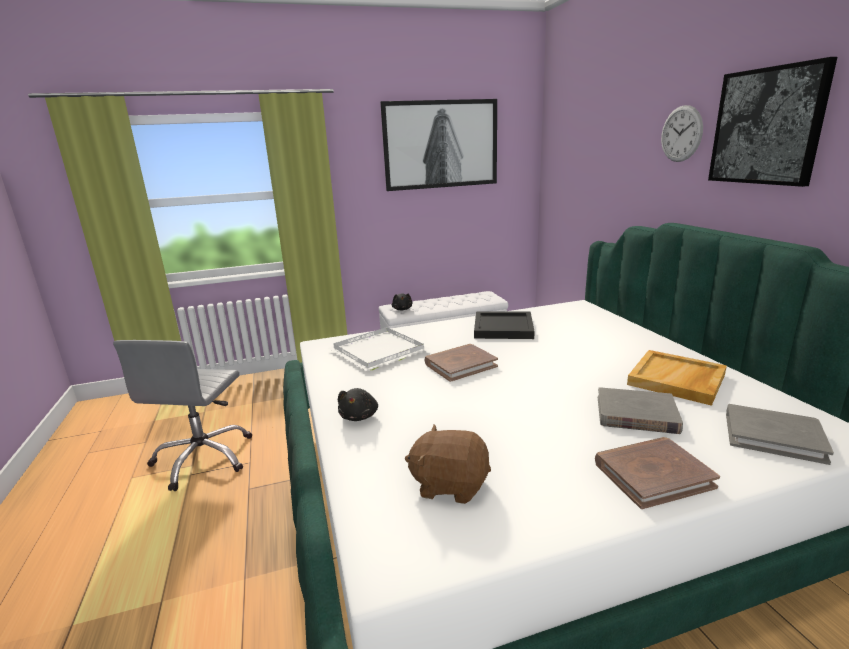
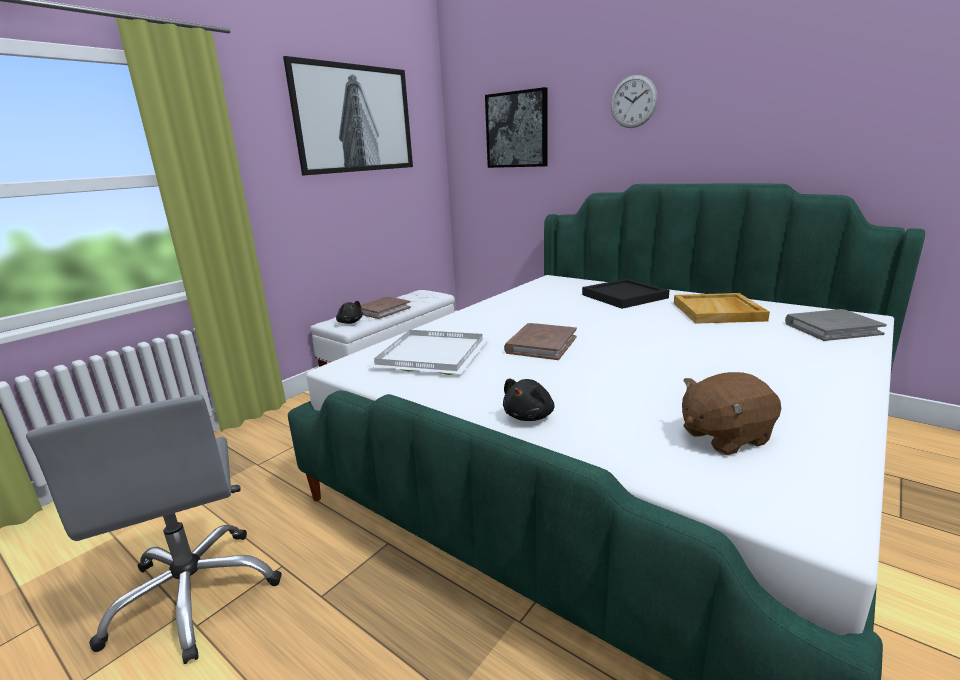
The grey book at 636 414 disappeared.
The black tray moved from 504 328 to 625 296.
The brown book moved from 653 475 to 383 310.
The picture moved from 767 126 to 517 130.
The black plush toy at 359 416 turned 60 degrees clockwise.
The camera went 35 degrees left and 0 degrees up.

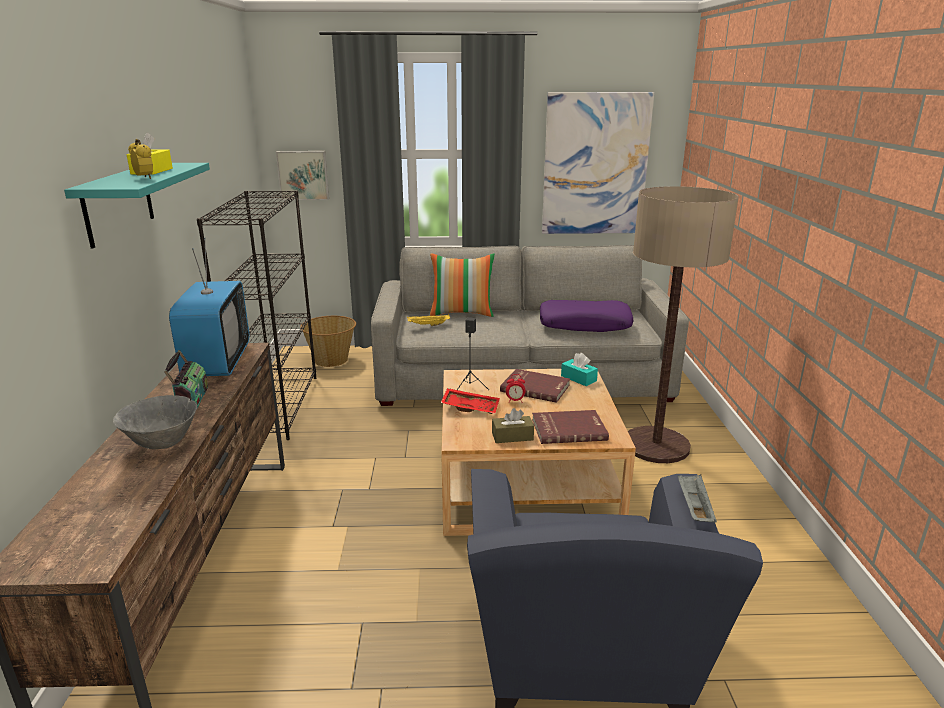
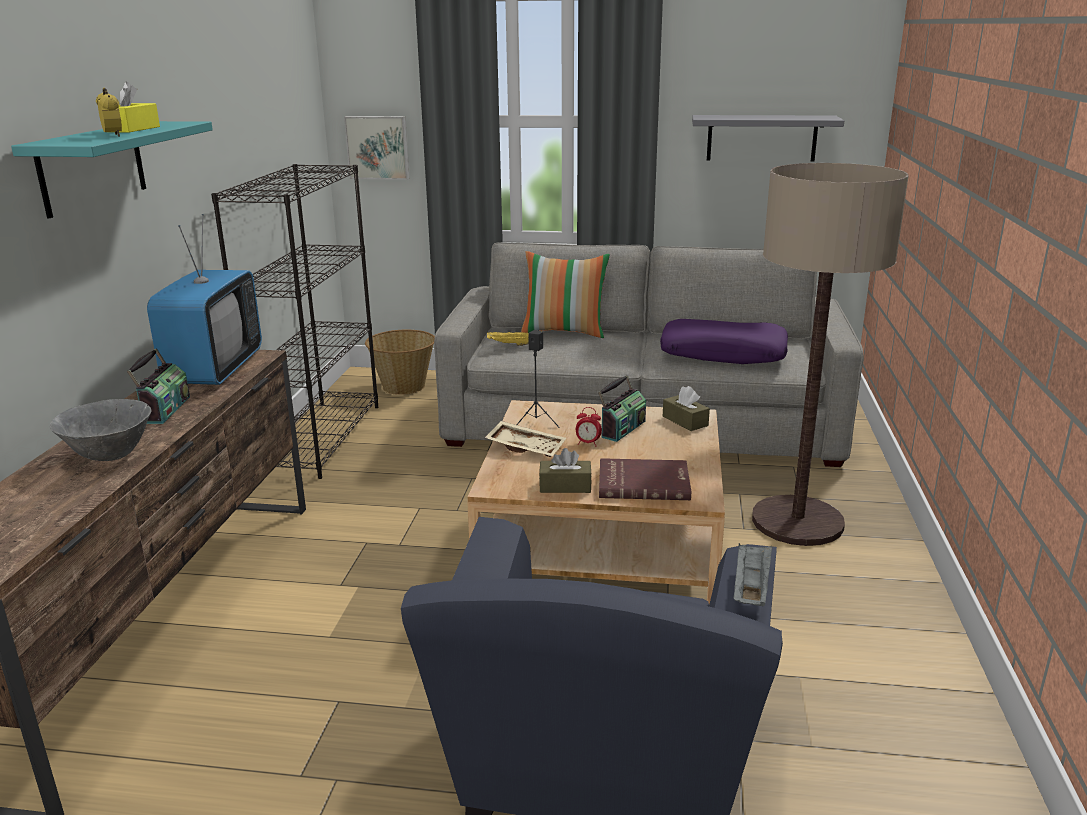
The red book at 535 387 was replaced by the radio at 622 429.
The picture at 595 165 was replaced by the grey shelf at 761 138.
The red tray at 470 407 became the beige tray at 526 447.
The turquoise tissue box at 578 378 became the brown tissue box at 685 421.
The camera went 10 degrees right and 0 degrees up.

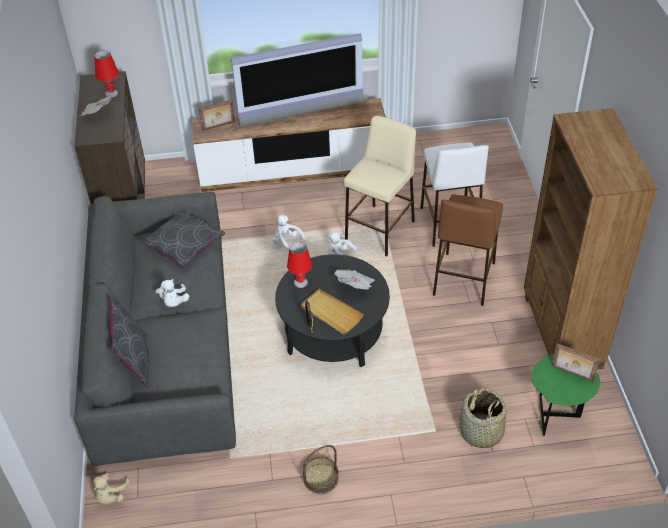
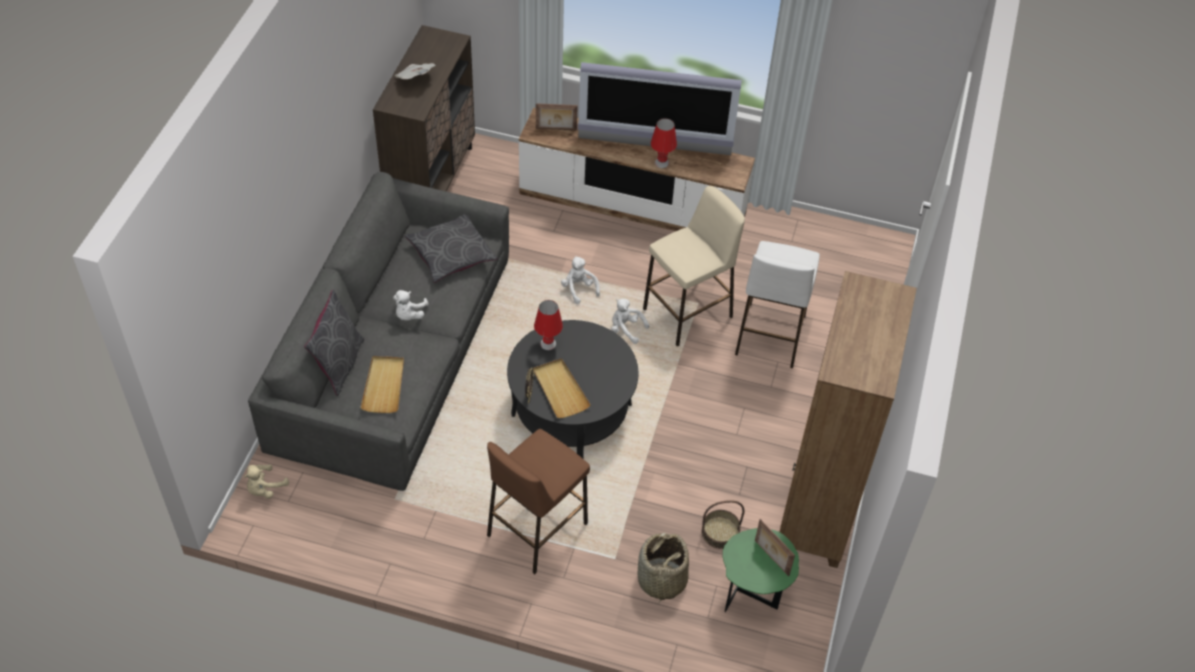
The newspaper at 355 286 disappeared.
The beige tray at 384 385 appeared.
The red table lamp moved from 111 93 to 661 163.
The basket moved from 321 478 to 720 532.
The brown stool moved from 464 279 to 536 530.
The camera went 20 degrees right and 5 degrees up.

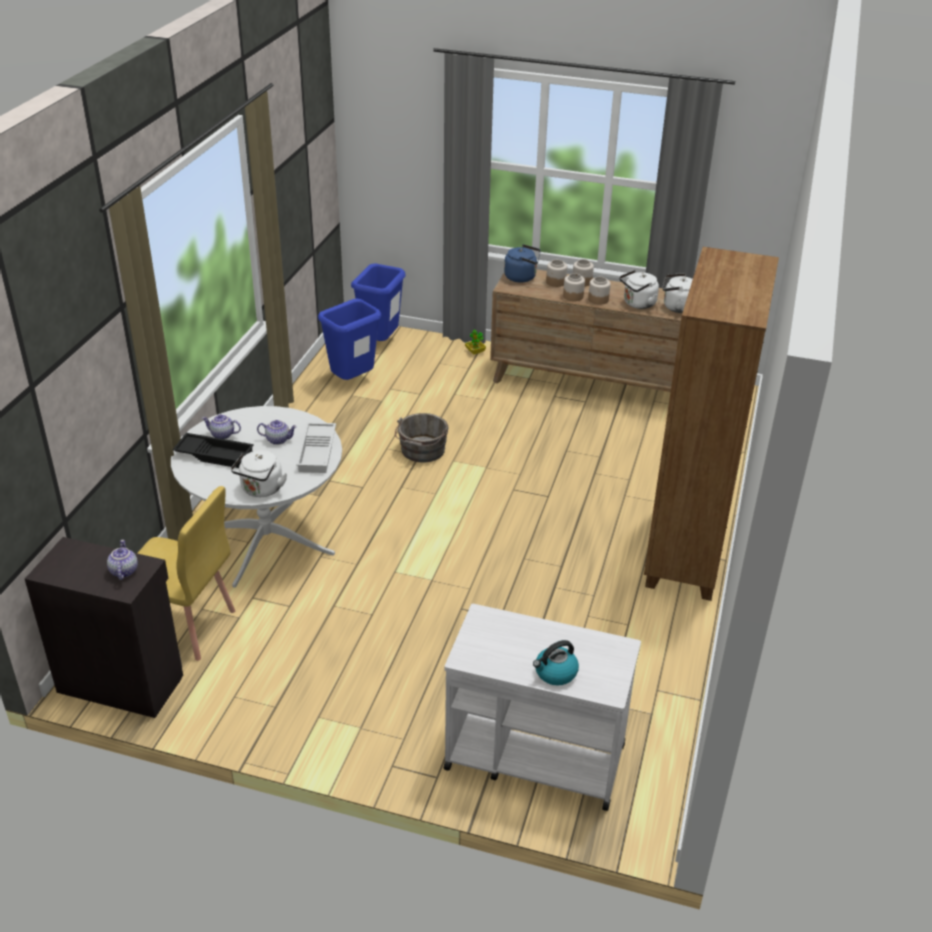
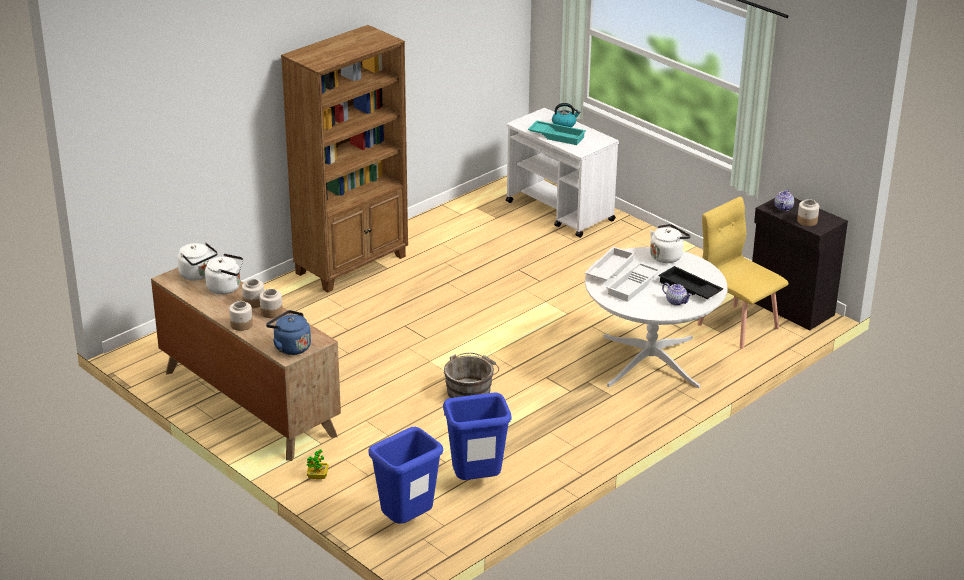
The turquoise tray at 557 136 appeared.
The jar moved from 555 282 to 807 221.
The teapot at 278 439 was replaced by the white tray at 634 286.
The camera went 150 degrees left and 5 degrees down.

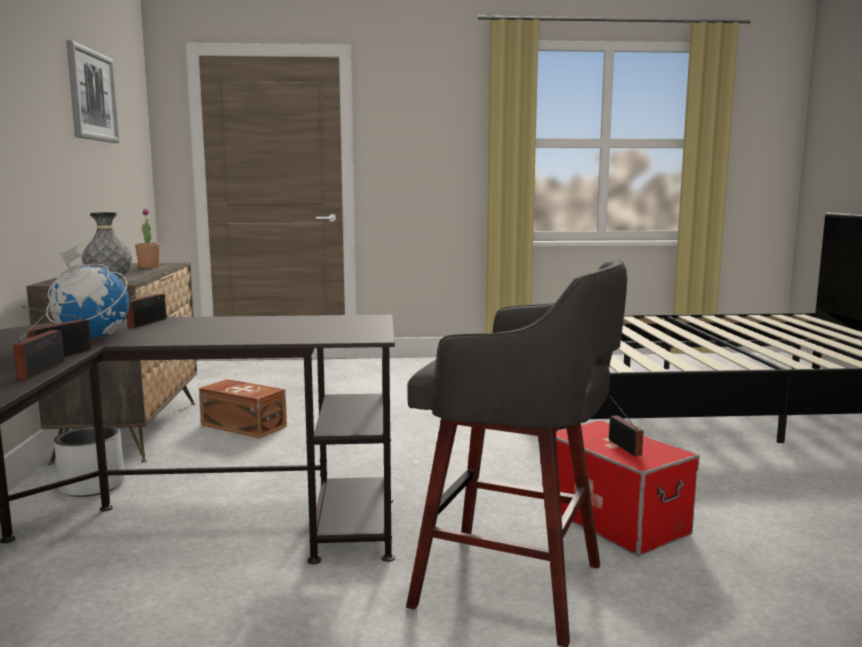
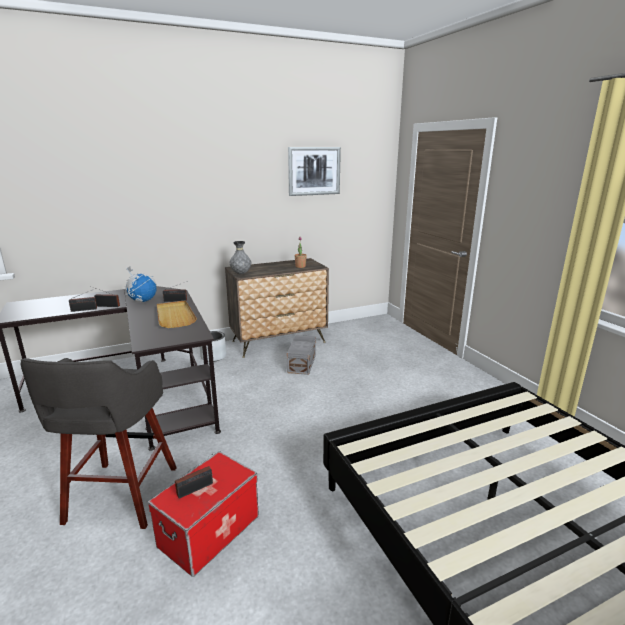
The beige tray at 175 316 appeared.
The brown storage box at 243 425 became the grey storage box at 302 363.
The camera went 70 degrees right and 10 degrees up.

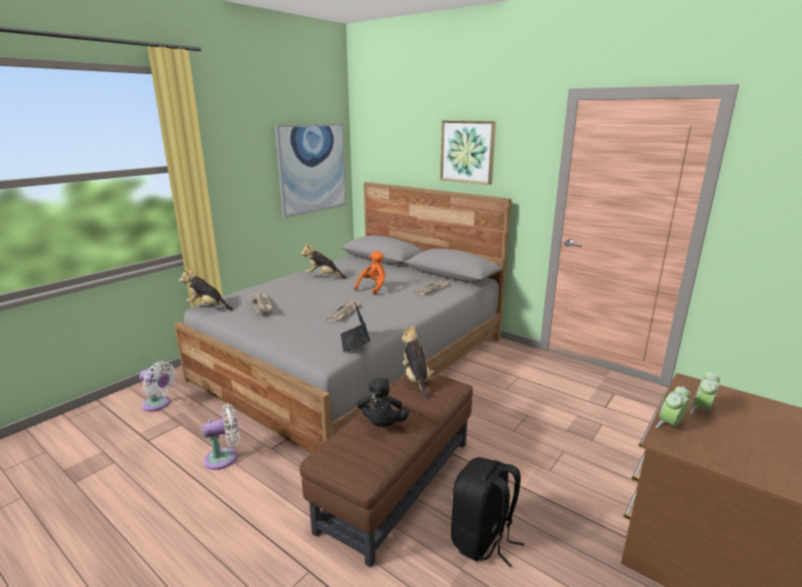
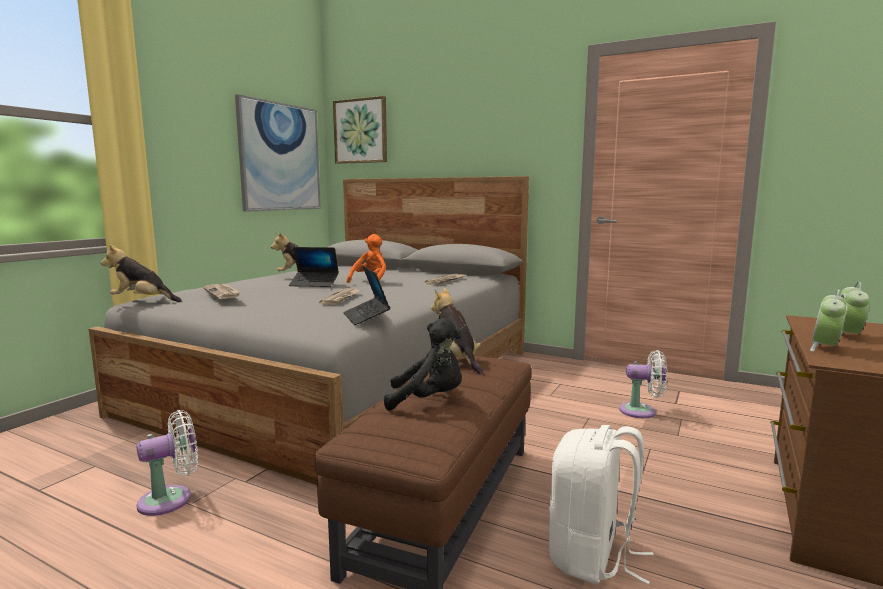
The laptop at 314 284 appeared.
The white fan moved from 158 404 to 641 411.
The picture moved from 467 151 to 361 131.
The black backpack at 482 540 became the white backpack at 592 556.
The black plush toy at 382 424 turned 75 degrees counterclockwise.
The camera went 10 degrees left and 10 degrees down.

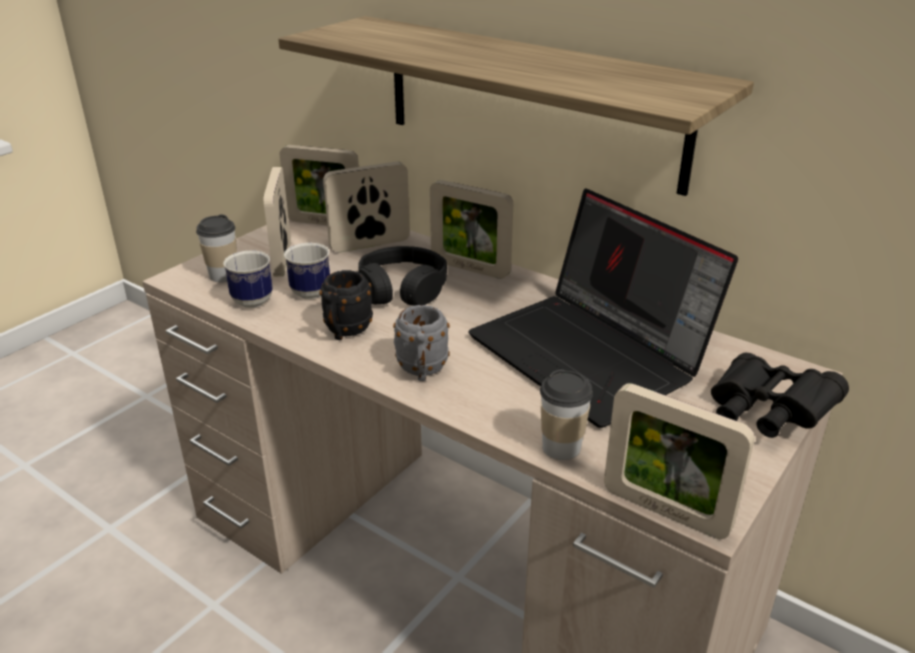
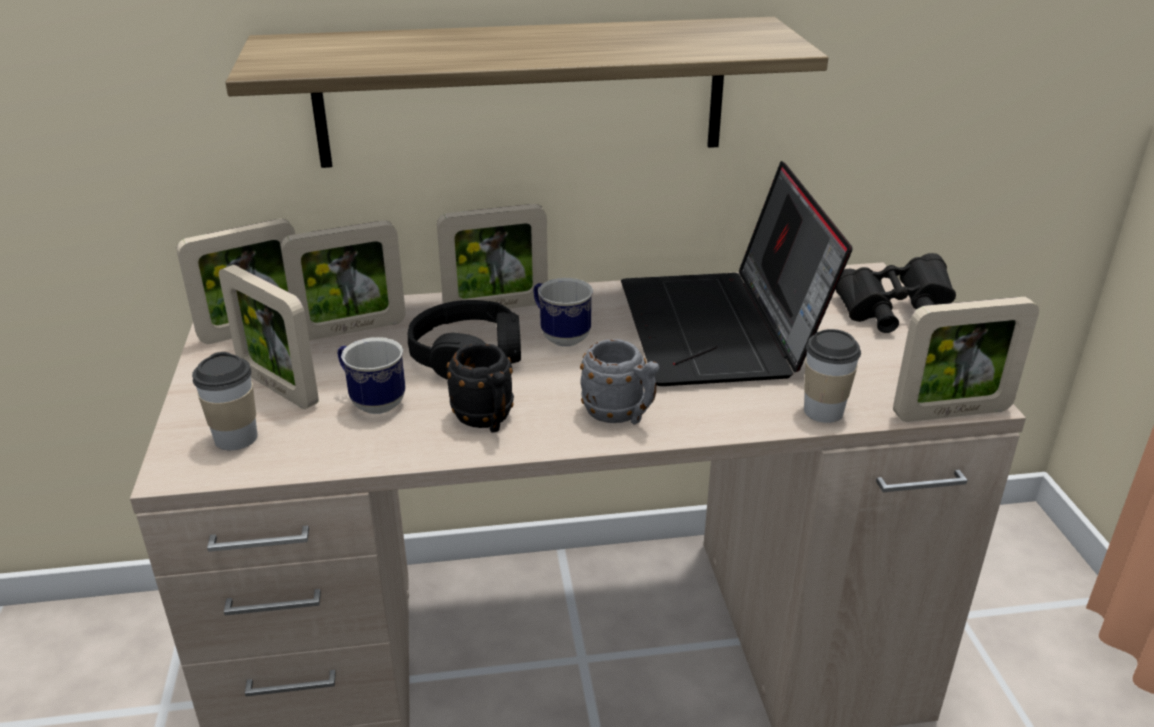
The mug moved from 253 298 to 560 336.
The picture frame at 370 244 turned 135 degrees counterclockwise.
The laptop at 592 355 turned 75 degrees clockwise.
The camera went 45 degrees left and 0 degrees up.

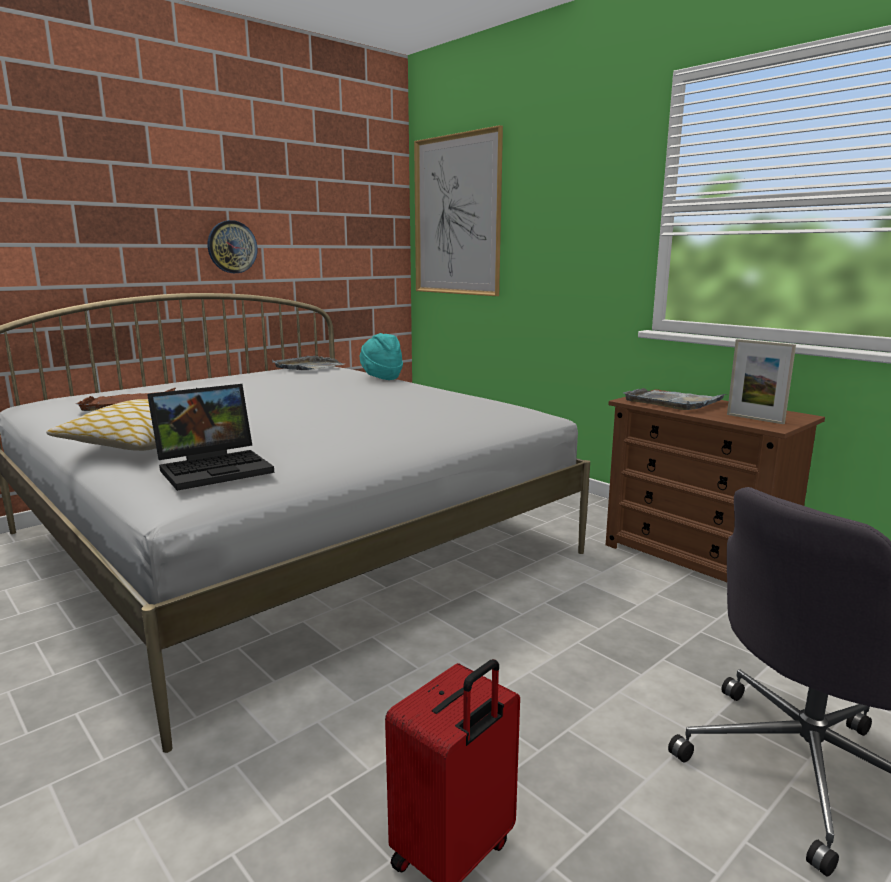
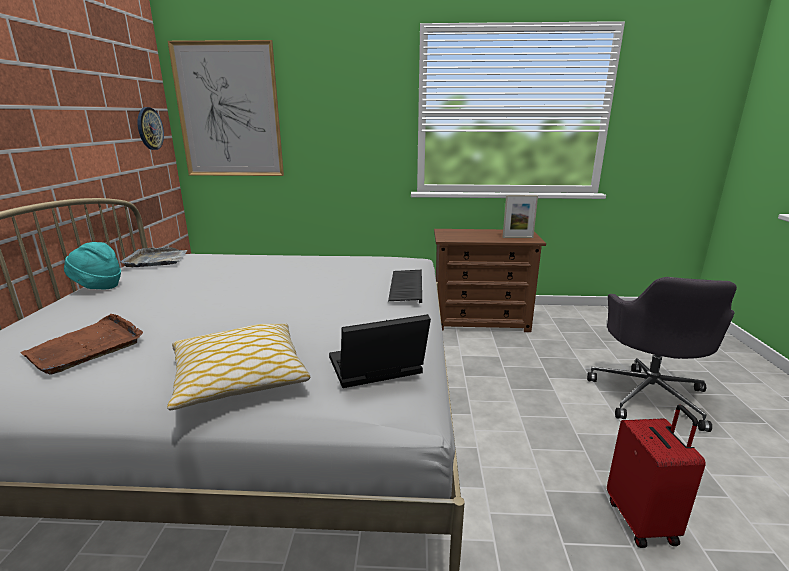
The grey tray at 673 402 disappeared.
The keyboard at 405 286 appeared.
The wall clock moved from 232 247 to 149 128.
The turquoise hat moved from 381 377 to 97 287.
The laptop at 216 468 turned 120 degrees counterclockwise.
The camera went 45 degrees left and 5 degrees up.

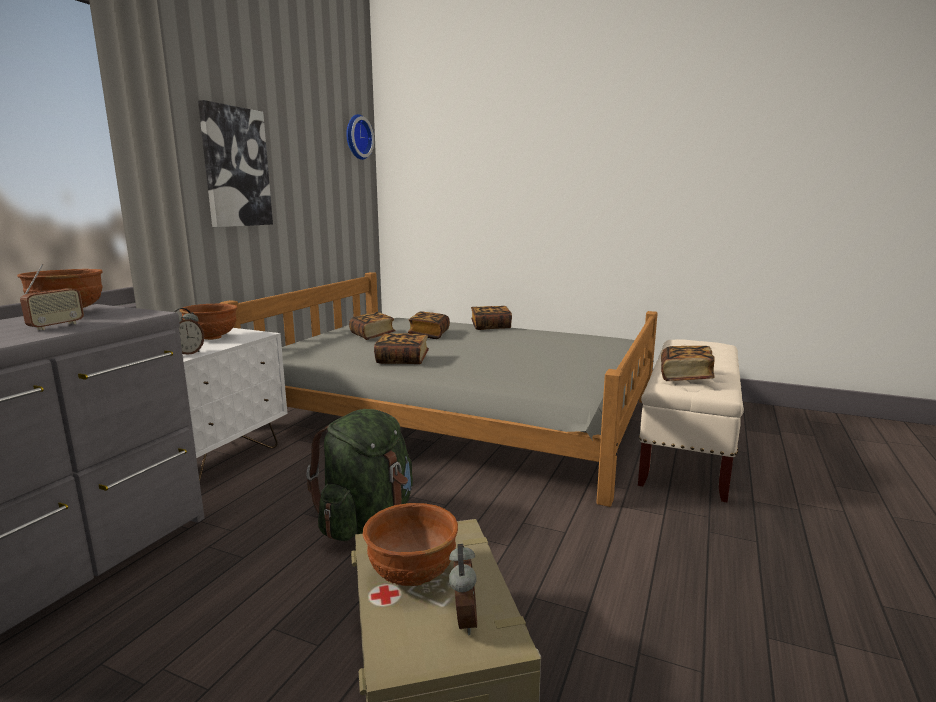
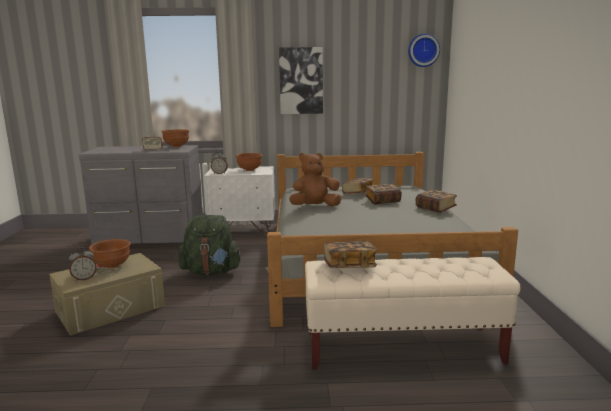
The book at 402 360 was replaced by the brown plush toy at 315 207.
The camera went 65 degrees right and 0 degrees up.

